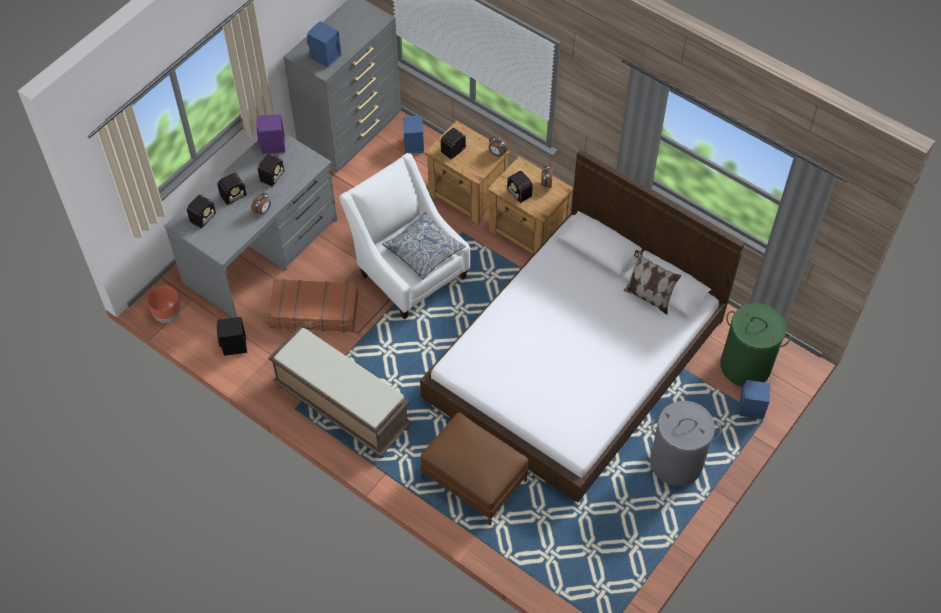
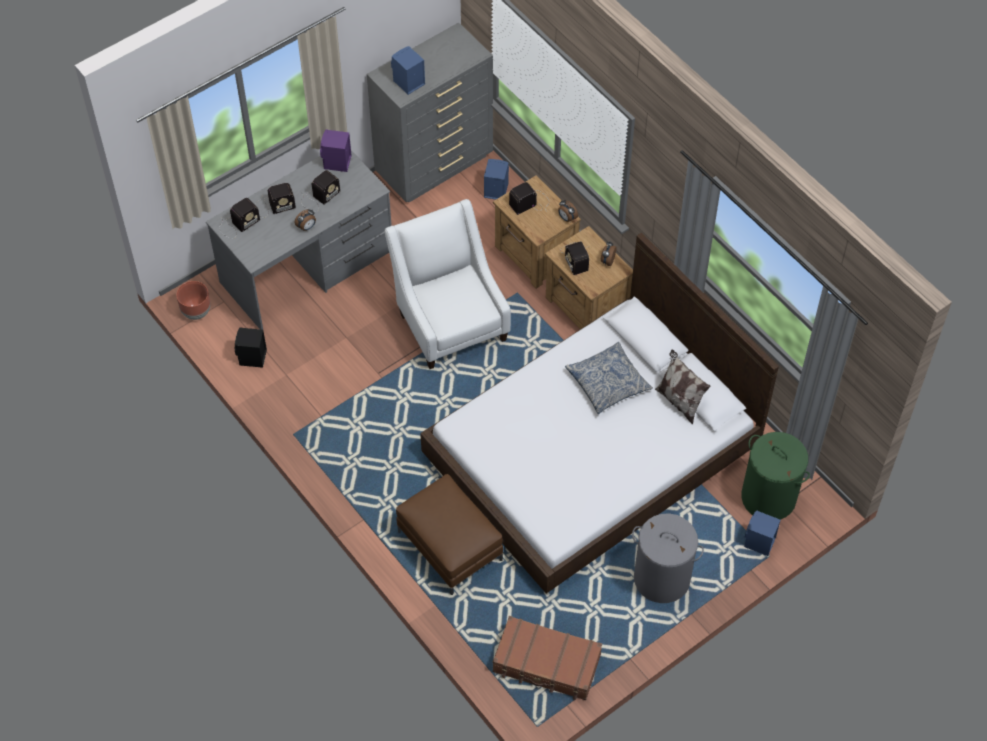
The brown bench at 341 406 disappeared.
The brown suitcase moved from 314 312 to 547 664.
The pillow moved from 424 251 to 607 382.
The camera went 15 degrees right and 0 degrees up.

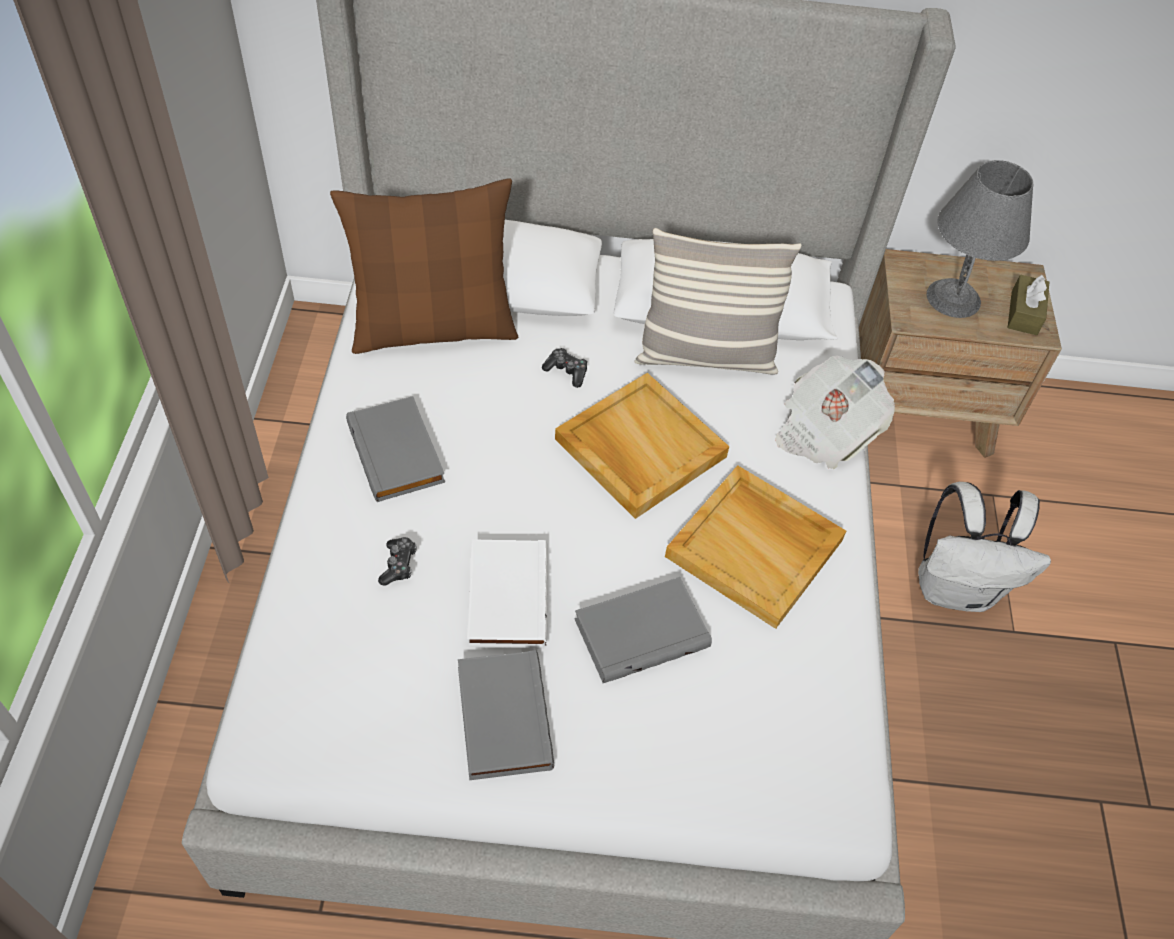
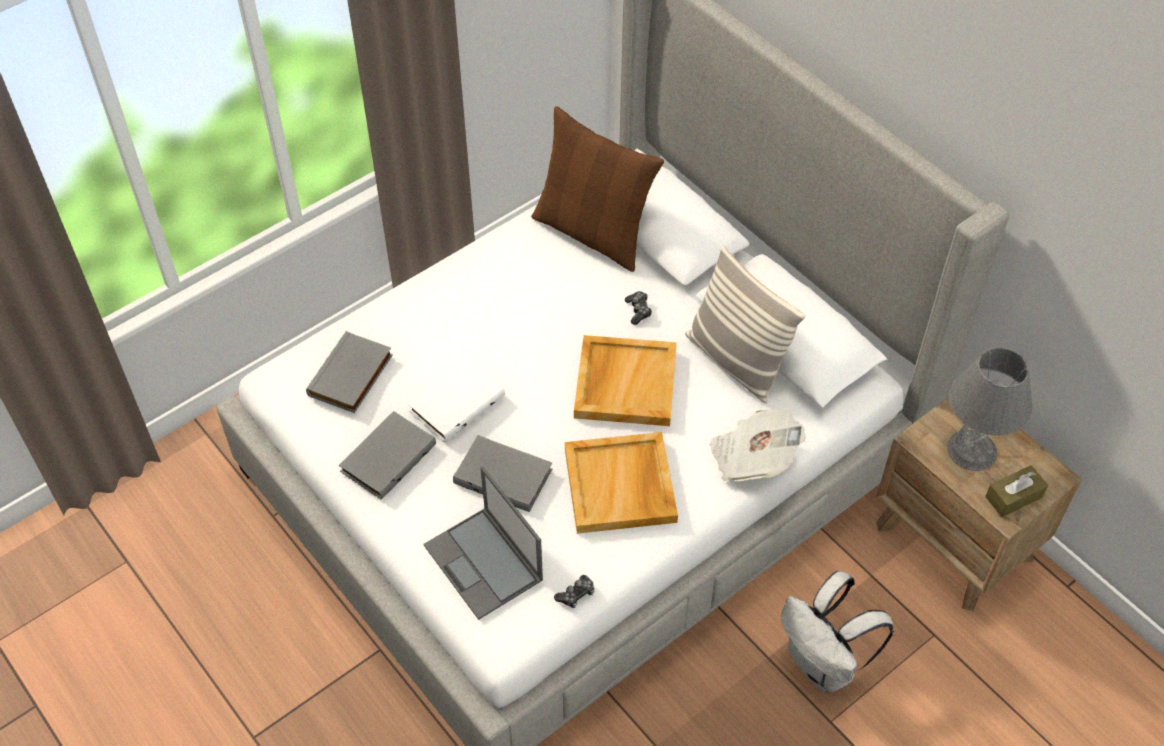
The laptop at 484 563 appeared.
The grey book moved from 398 452 to 352 376.
The game controller moved from 399 565 to 576 595.
The camera went 50 degrees right and 0 degrees up.

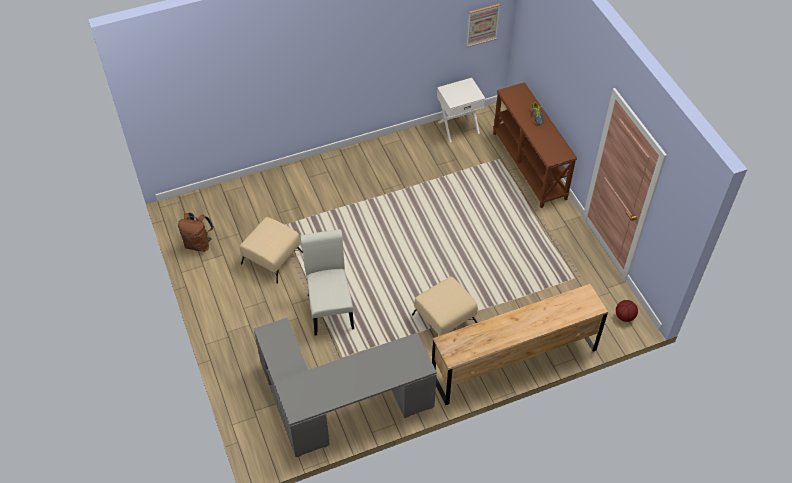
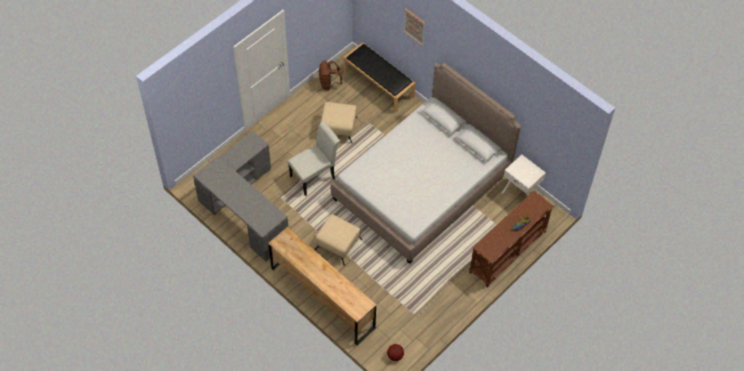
The bed at 422 185 appeared.
The black bench at 379 84 appeared.
The picture moved from 482 25 to 414 26.
The camera went 65 degrees right and 5 degrees up.

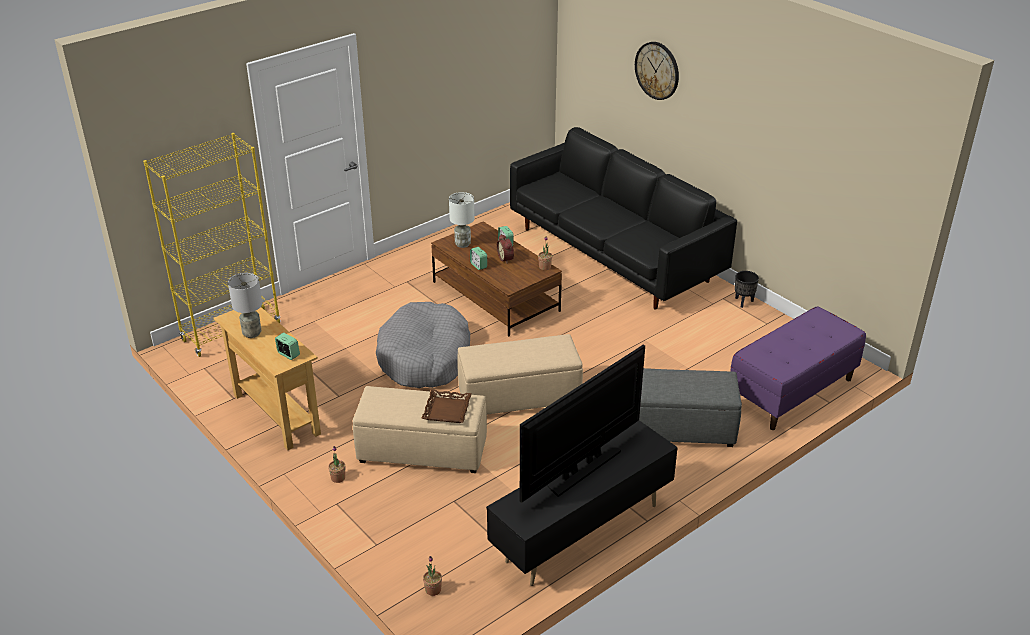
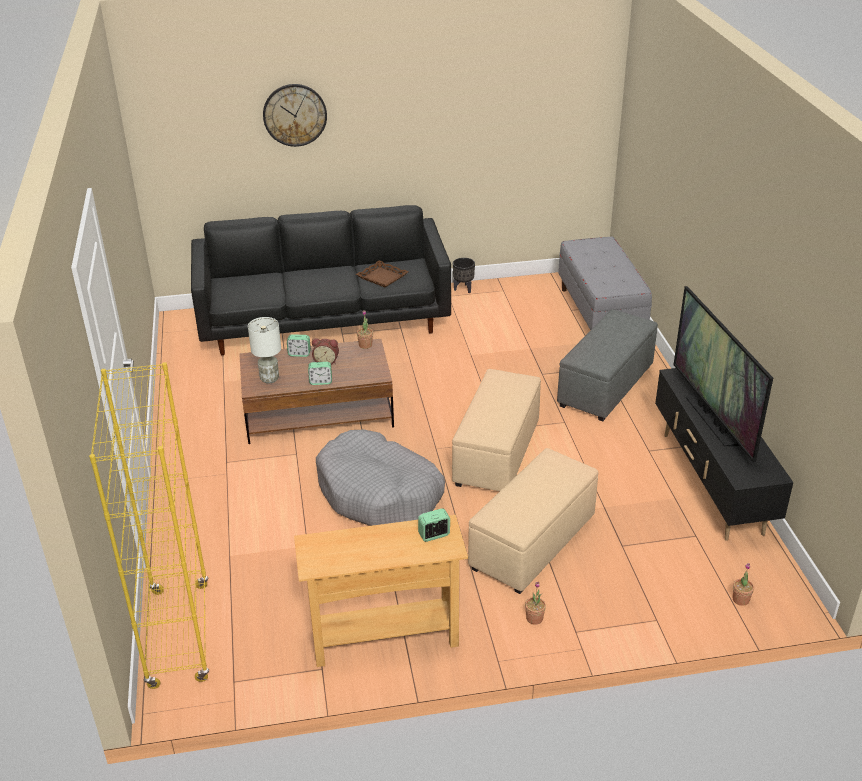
The grey table lamp at 251 333 disappeared.
The brown tray moved from 446 410 to 382 277.
The purple bench at 792 391 became the grey bench at 600 314.
The camera went 60 degrees left and 0 degrees up.

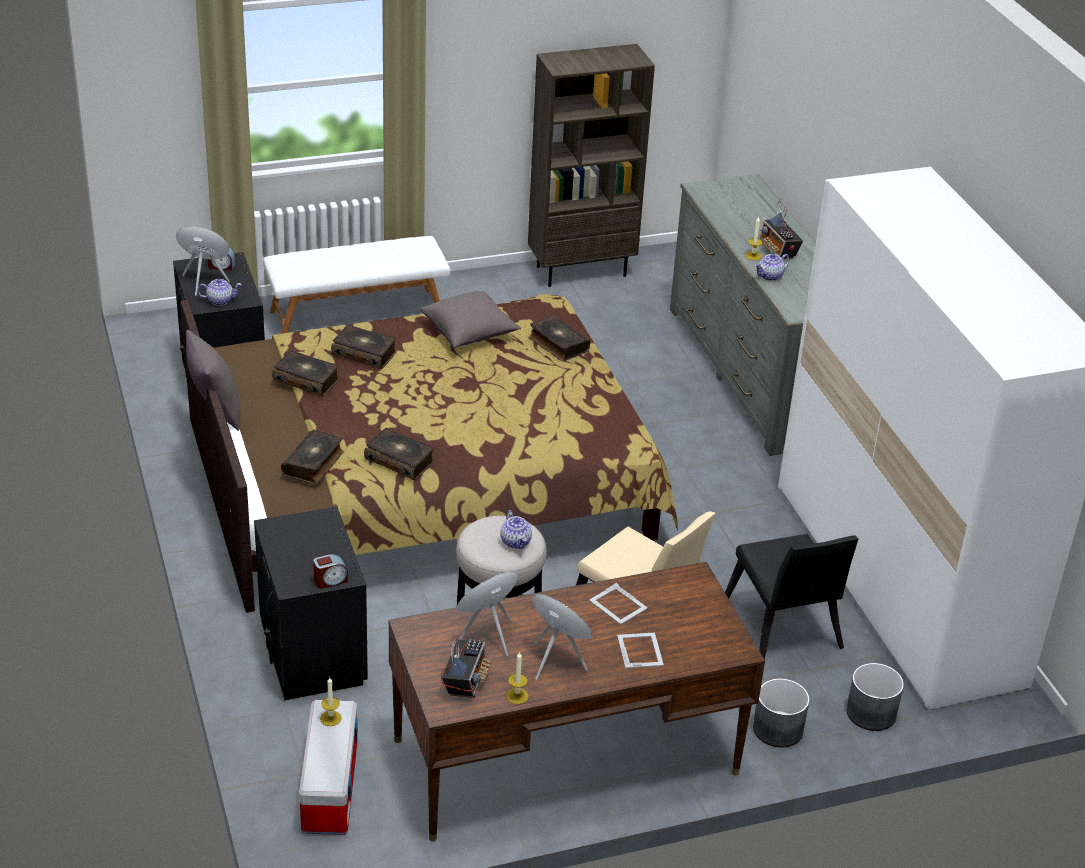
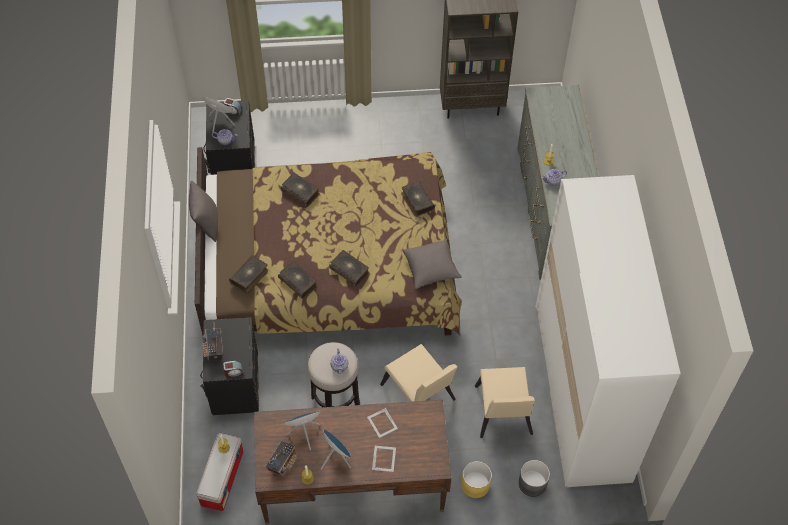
The white bench at 357 314 disappeared.
The book moved from 307 380 to 350 271.
The grey pillow moved from 469 332 to 431 269.
The radio moved from 778 250 to 214 350.
The black chair at 783 630 became the beige chair at 502 414.
The grey planter at 777 730 became the yellow planter at 475 485.
The camera went 15 degrees right and 20 degrees up.

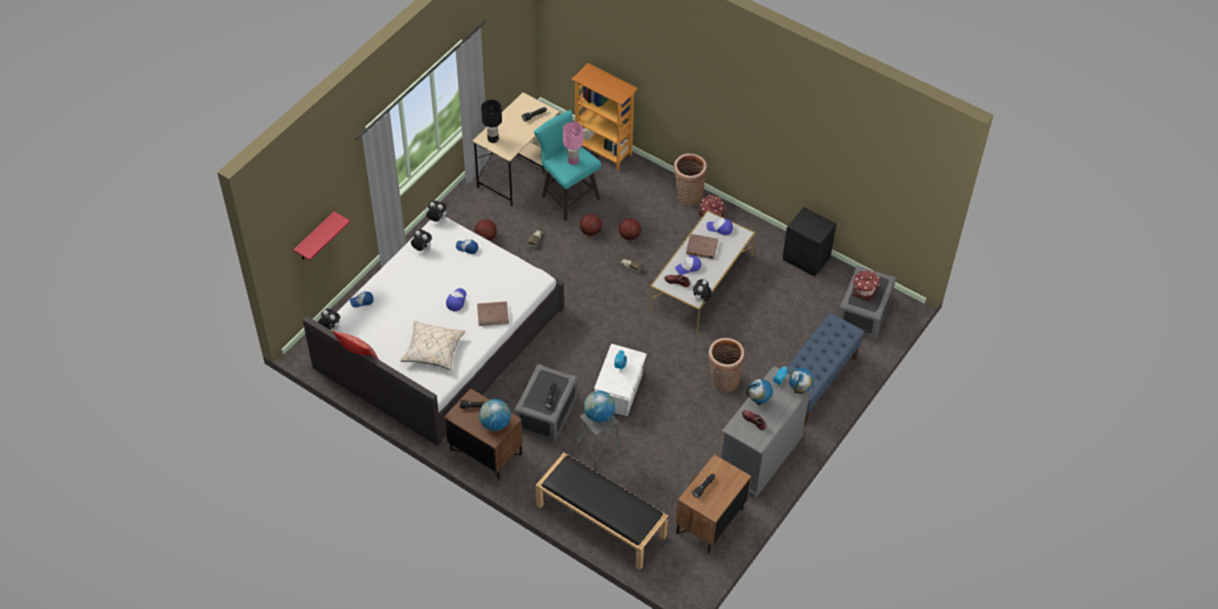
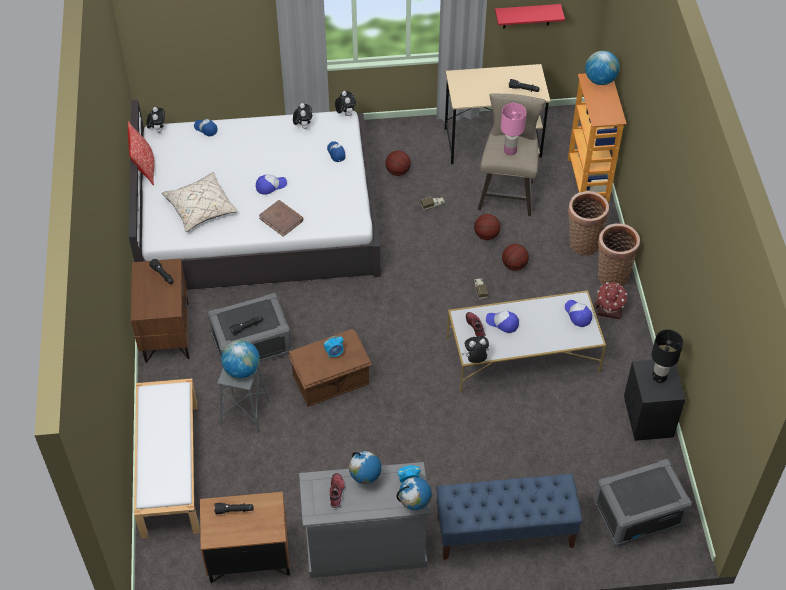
The brown book at 701 248 disappeared.
The toy house at 864 291 disappeared.
The red shelf moved from 315 237 to 527 16.
The globe moved from 495 423 to 600 80.
The black table lamp moved from 493 139 to 659 377.
The basket moved from 723 381 to 582 242.
The turquoise stool at 567 196 became the beige stool at 507 192.
The black bench at 600 521 became the white bench at 169 468.
The white storage box at 620 390 became the brown storage box at 331 380.
The camera went 50 degrees right and 0 degrees up.

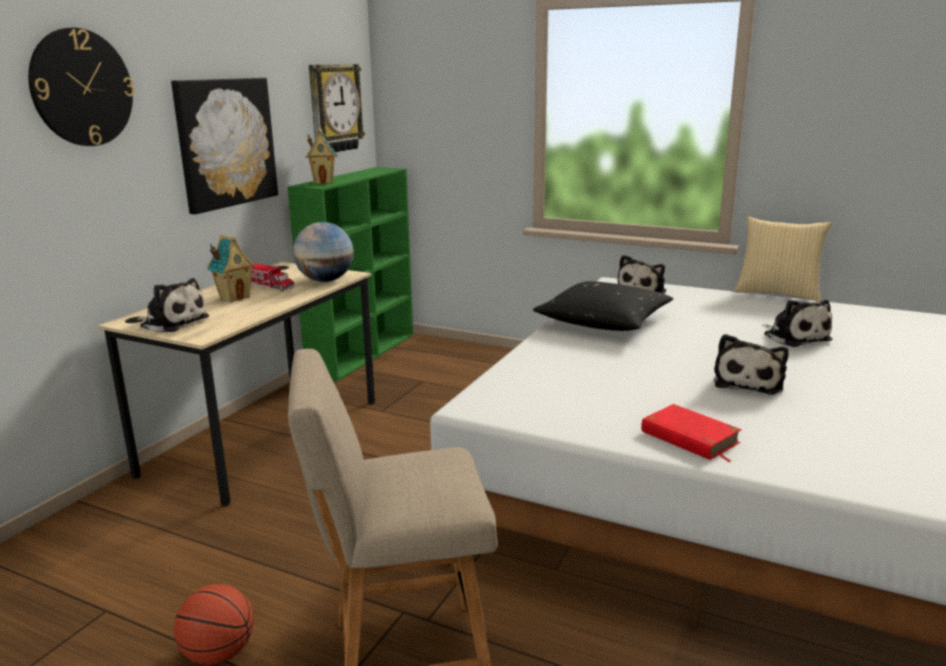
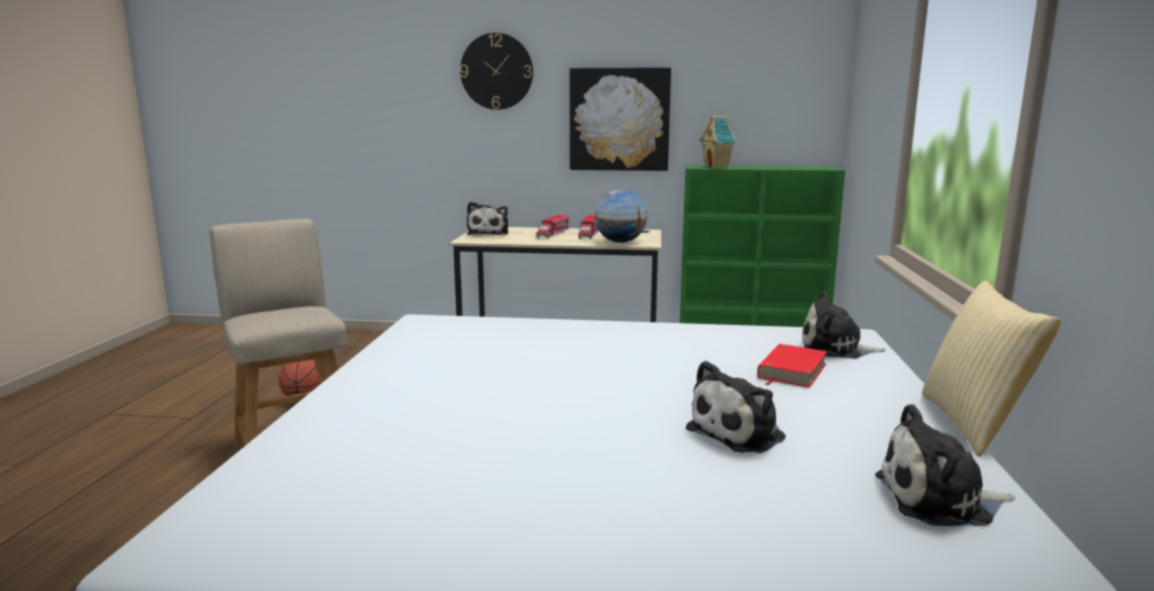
The wall clock at 334 108 disappeared.
The black pillow at 604 322 disappeared.
The red book moved from 689 437 to 791 371.
The plush toy moved from 748 382 to 939 500.
The toy house at 234 298 was replaced by the toy truck at 552 234.
The camera went 70 degrees right and 5 degrees down.

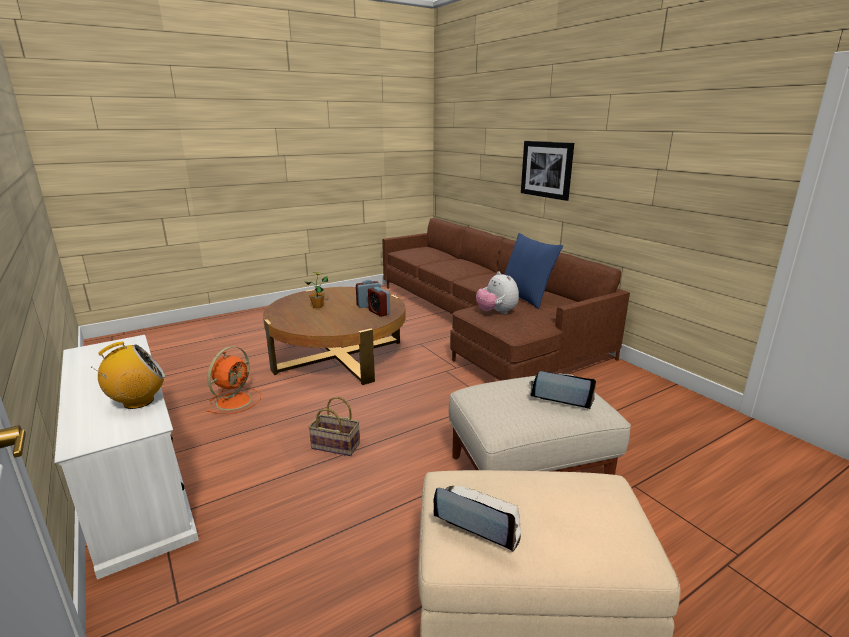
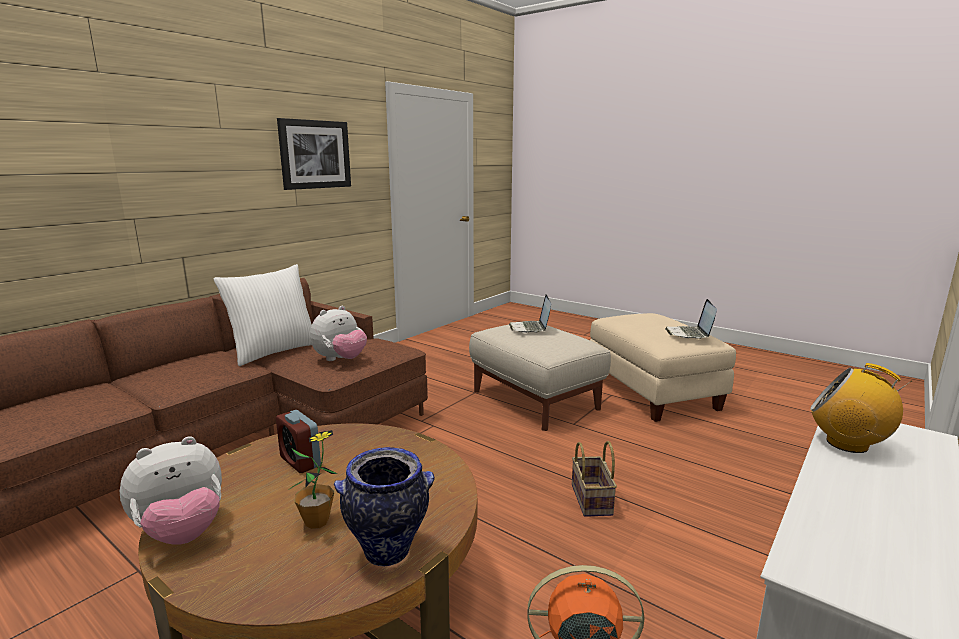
The alarm clock at 379 312 disappeared.
The plush toy at 182 532 appeared.
The vase at 388 551 appeared.
The picture moved from 547 169 to 315 154.
The blue pillow at 526 297 became the white pillow at 274 351.
The camera went 110 degrees left and 5 degrees down.

